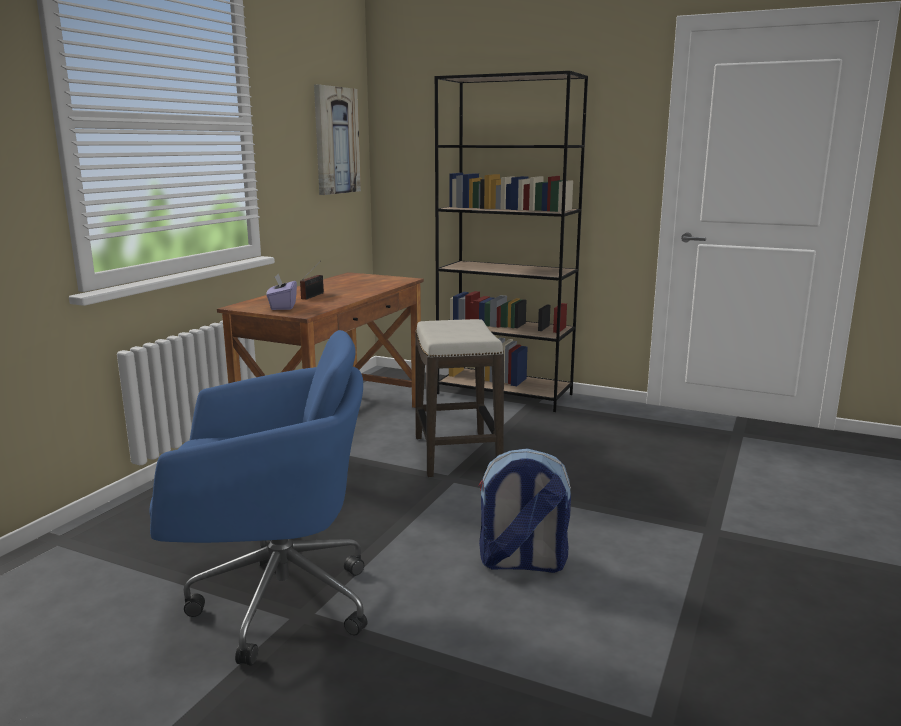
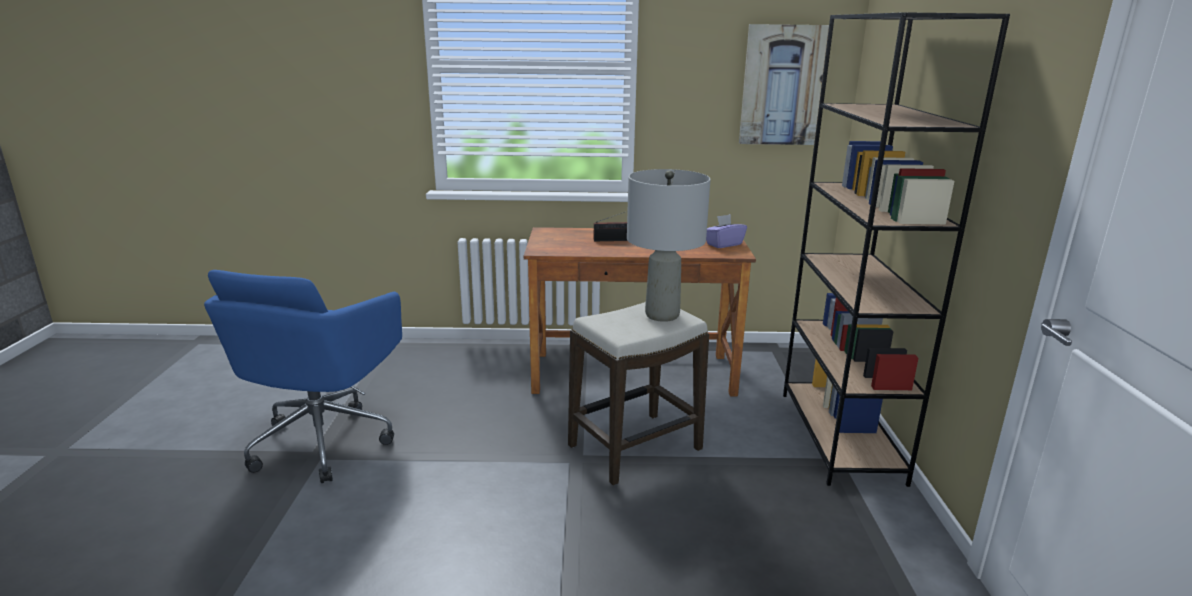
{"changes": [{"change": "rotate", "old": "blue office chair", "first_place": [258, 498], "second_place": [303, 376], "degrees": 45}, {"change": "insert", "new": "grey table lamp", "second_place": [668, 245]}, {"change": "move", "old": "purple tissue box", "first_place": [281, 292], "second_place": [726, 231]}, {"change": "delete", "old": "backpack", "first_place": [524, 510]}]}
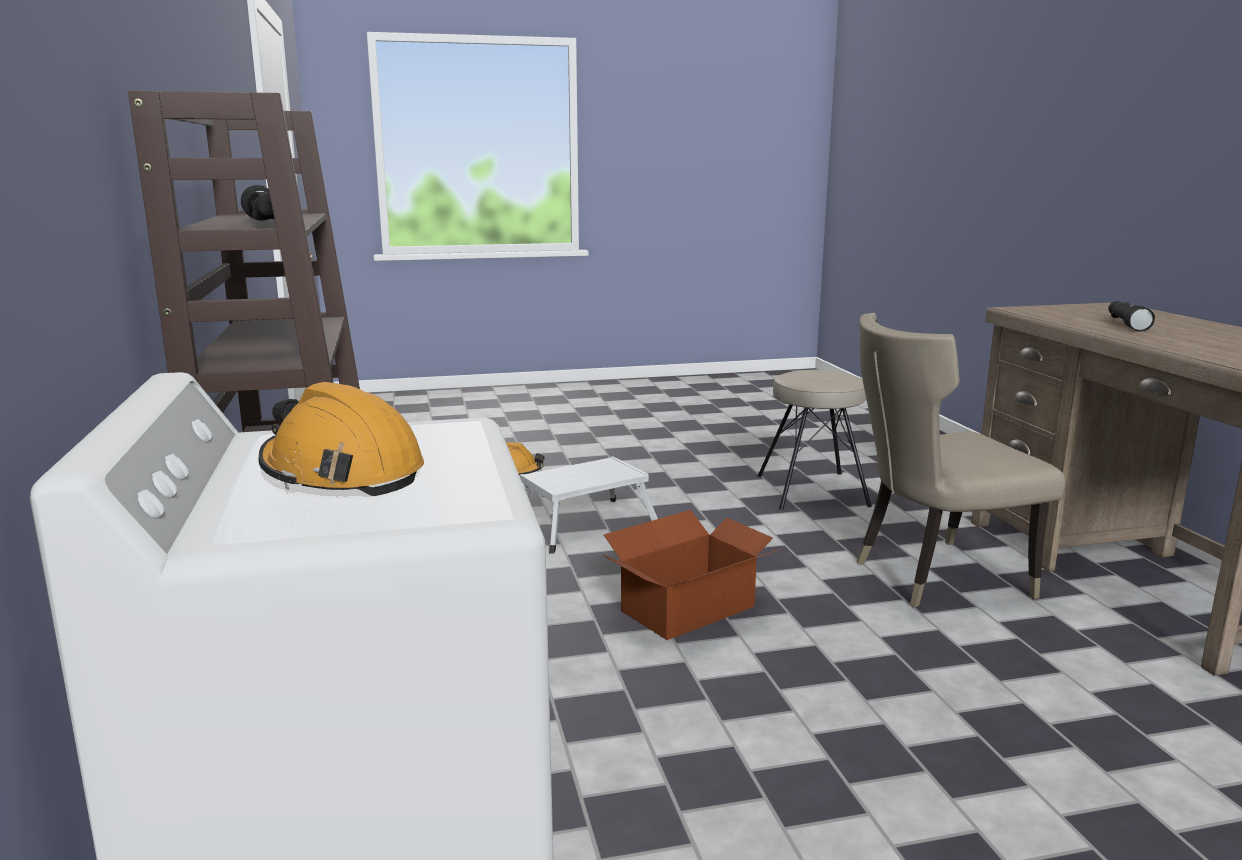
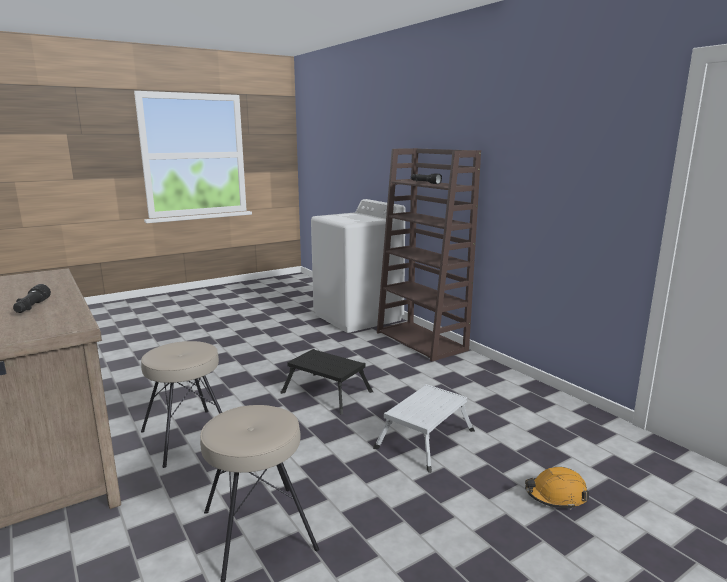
{"changes": [{"change": "replace", "old": "beige chair", "new": "beige stool", "first_place": [961, 460], "second_place": [181, 404]}, {"change": "replace", "old": "cardboard box", "new": "black step ladder", "first_place": [691, 575], "second_place": [326, 381]}, {"change": "delete", "old": "orange hard hat", "first_place": [341, 439]}]}
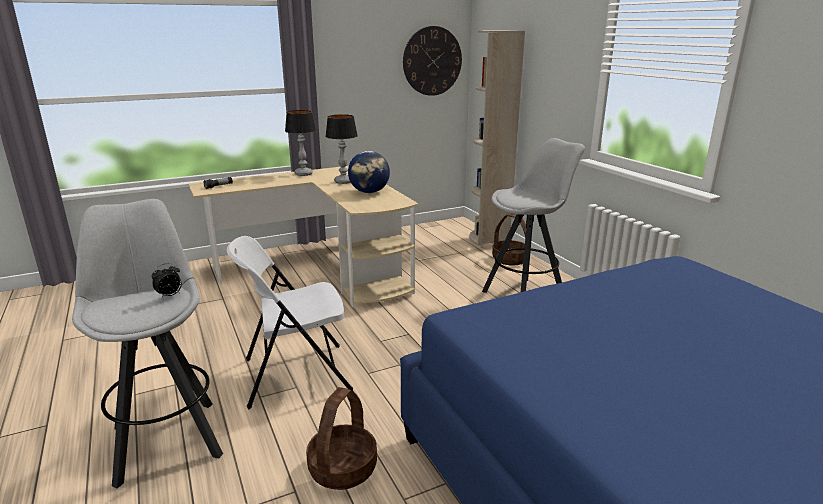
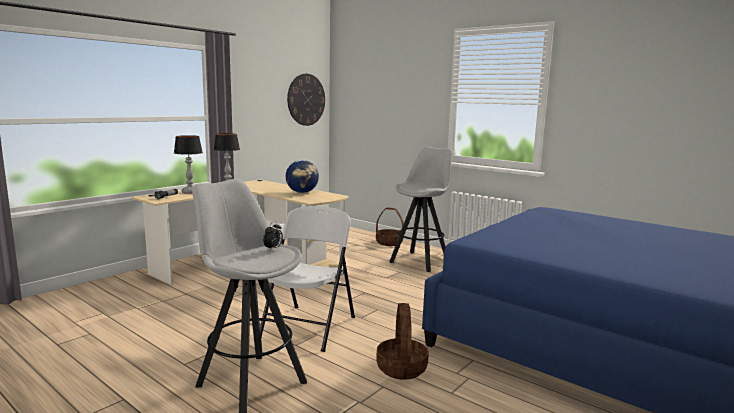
{"changes": [{"change": "move", "old": "table lamp", "first_place": [341, 149], "second_place": [188, 164]}, {"change": "rotate", "old": "white chair", "first_place": [289, 322], "second_place": [307, 279], "degrees": 150}, {"change": "delete", "old": "beige bookcase", "first_place": [497, 139]}]}
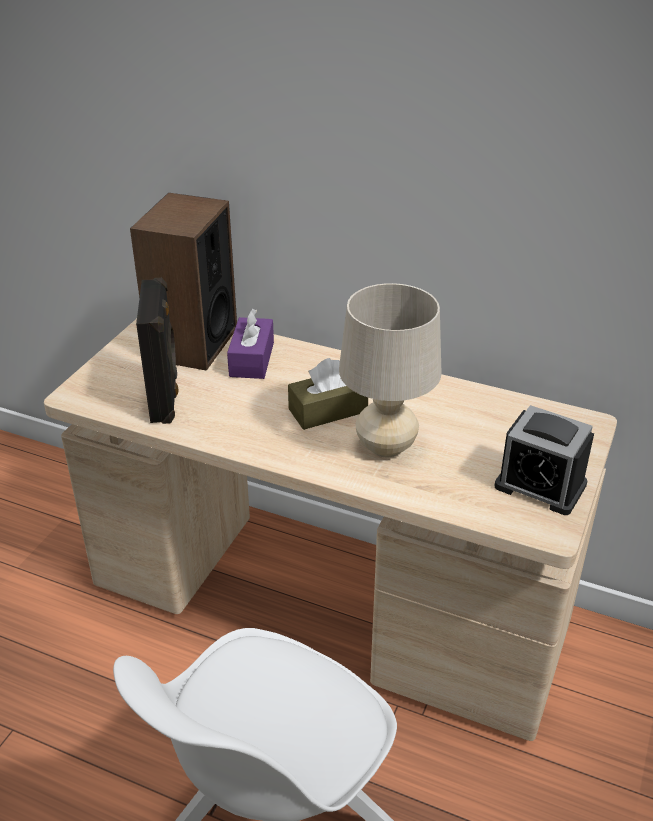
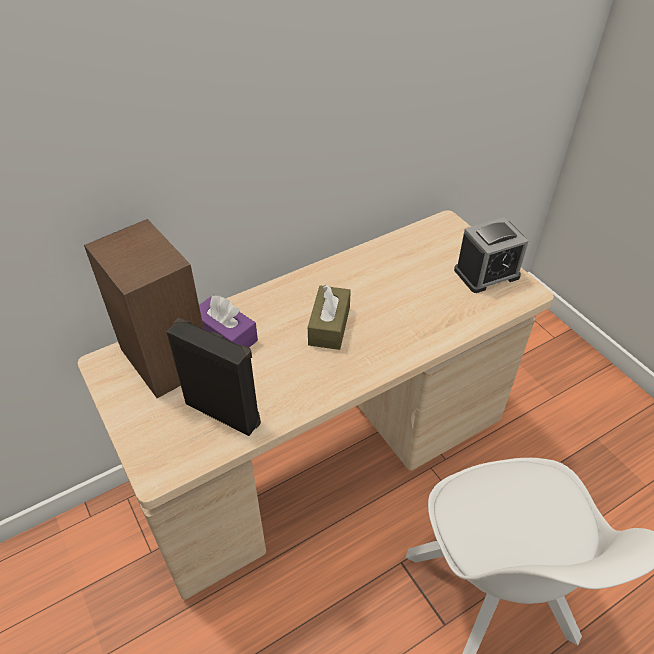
{"changes": [{"change": "delete", "old": "beige table lamp", "first_place": [390, 370]}]}
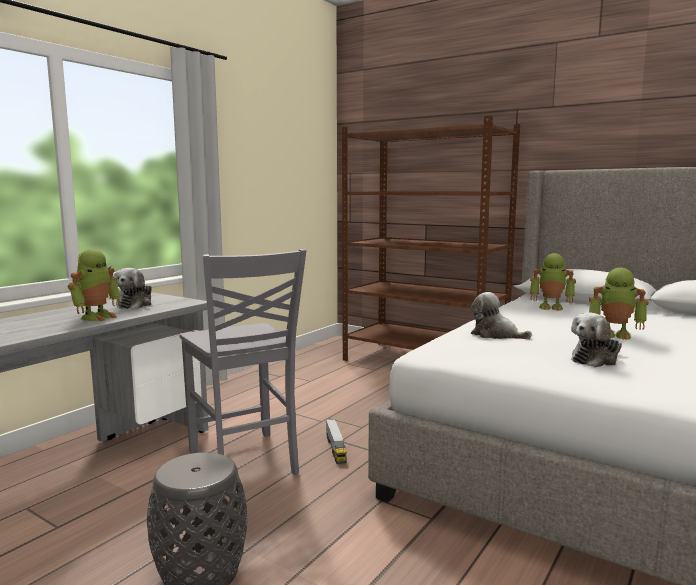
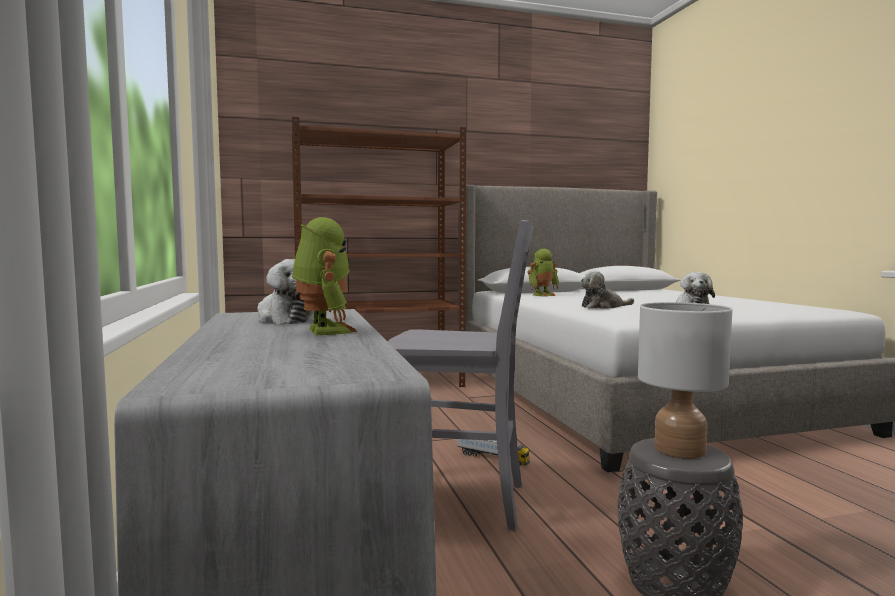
{"changes": [{"change": "insert", "new": "grey table lamp", "second_place": [685, 380]}, {"change": "delete", "old": "toy robot", "first_place": [618, 304]}]}
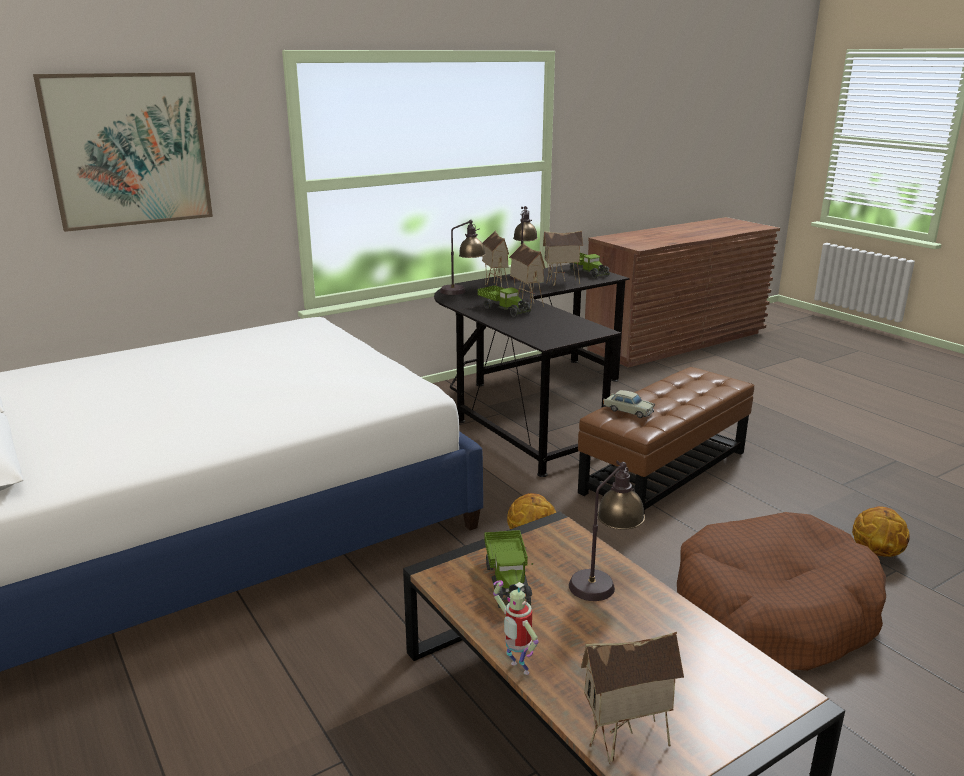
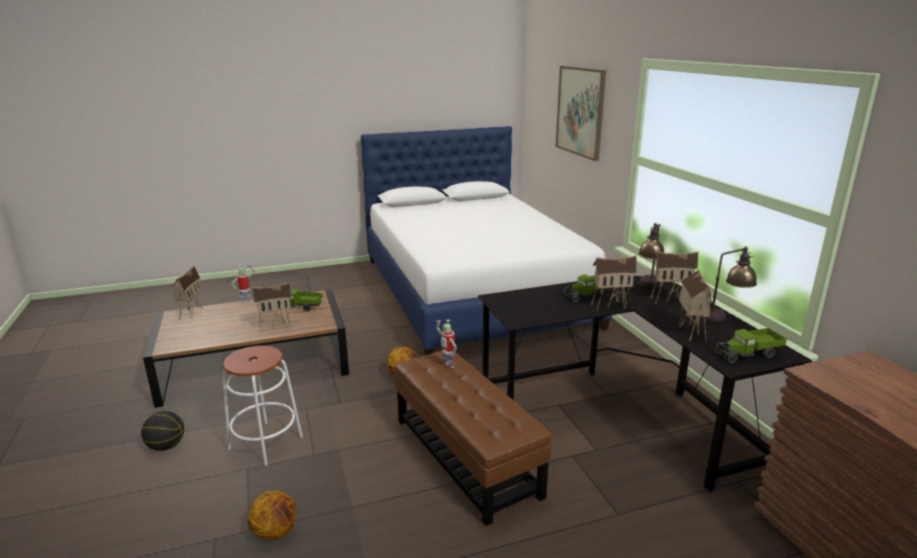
{"changes": [{"change": "insert", "new": "basketball", "second_place": [162, 431]}, {"change": "replace", "old": "brown dog bed", "new": "white stool", "first_place": [781, 591], "second_place": [262, 406]}, {"change": "replace", "old": "table lamp", "new": "toy house", "first_place": [607, 530], "second_place": [271, 307]}, {"change": "replace", "old": "beige toy car", "new": "toy robot", "first_place": [629, 404], "second_place": [446, 343]}]}
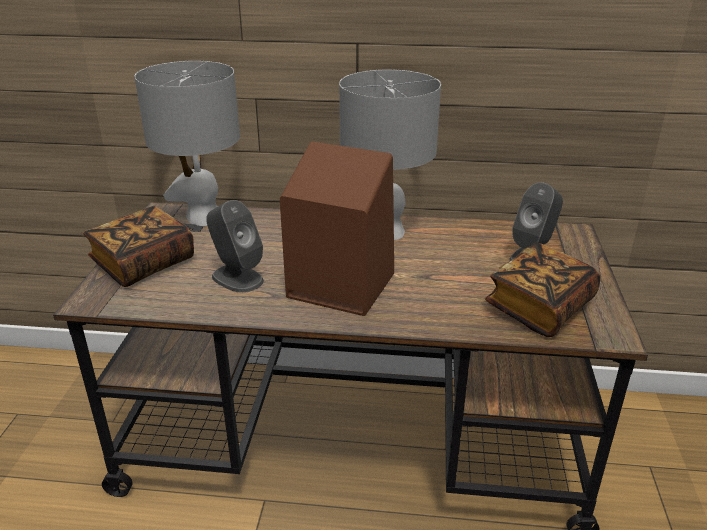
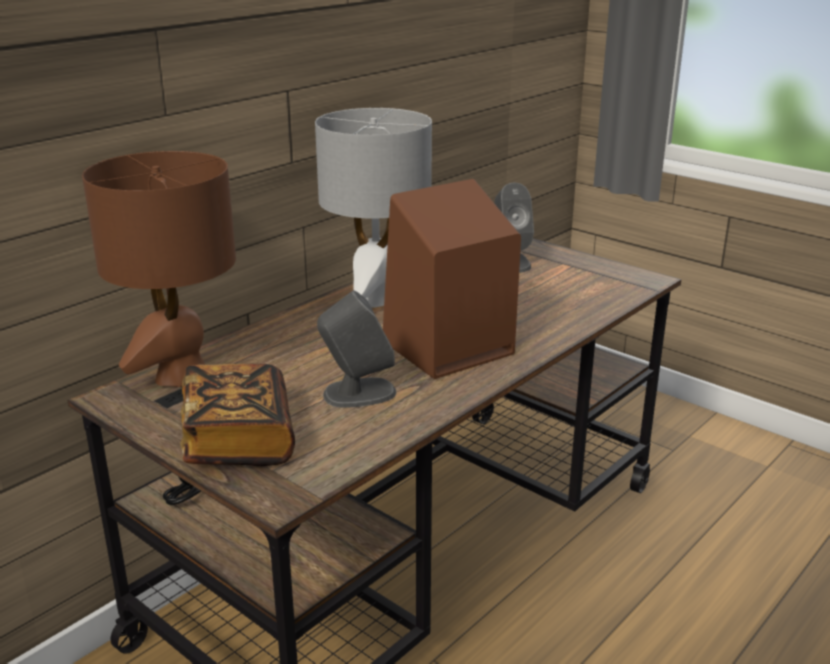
{"changes": [{"change": "recolor", "old": "grey table lamp", "new": "brown table lamp", "first_place": [187, 143], "second_place": [159, 269]}, {"change": "delete", "old": "book", "first_place": [542, 290]}]}
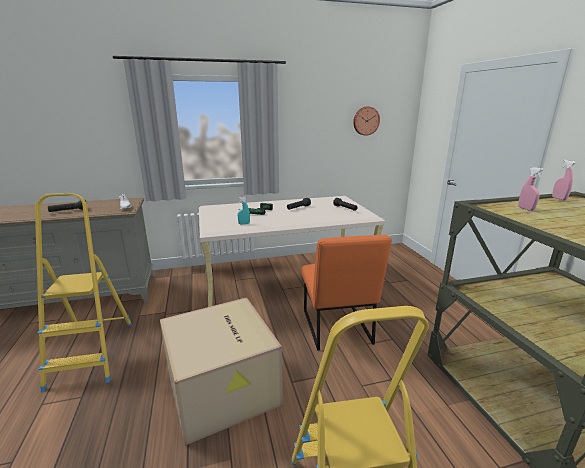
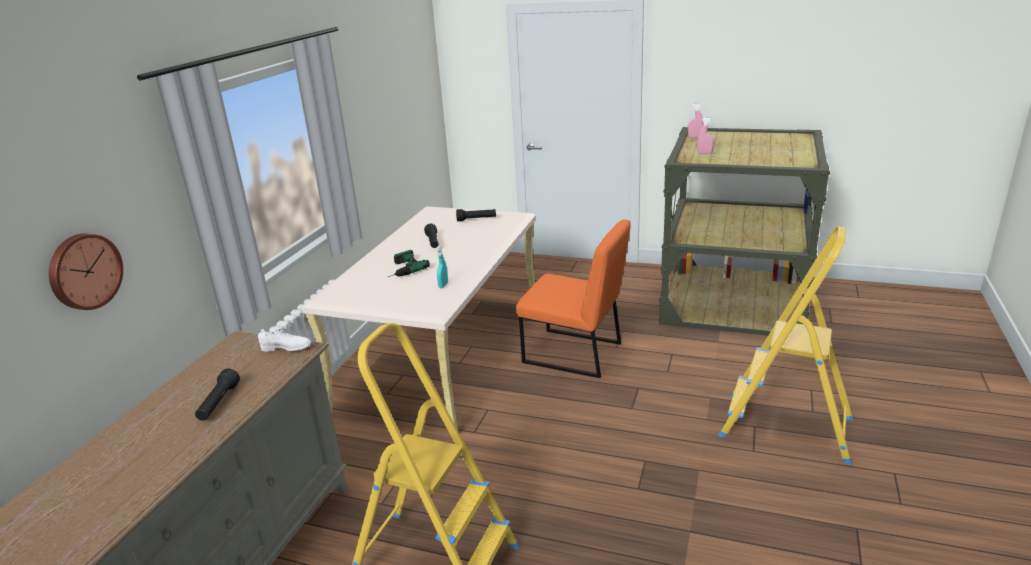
{"changes": [{"change": "move", "old": "wall clock", "first_place": [366, 121], "second_place": [86, 272]}, {"change": "delete", "old": "cardboard box", "first_place": [221, 371]}]}
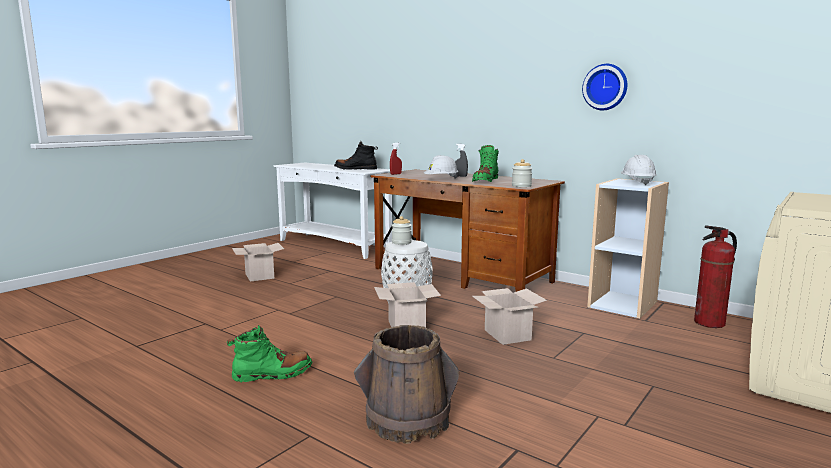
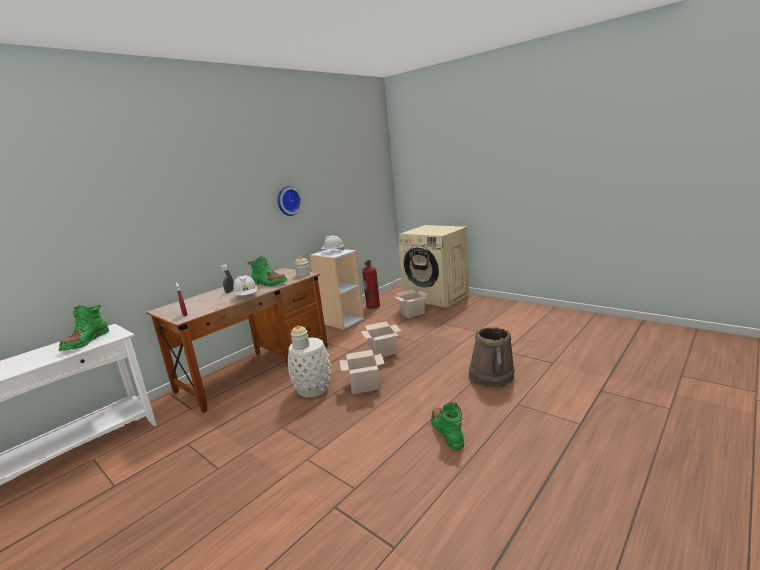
{"changes": [{"change": "recolor", "old": "black boot", "new": "green boot", "first_place": [356, 155], "second_place": [84, 328]}, {"change": "move", "old": "cardboard box", "first_place": [258, 262], "second_place": [411, 303]}]}
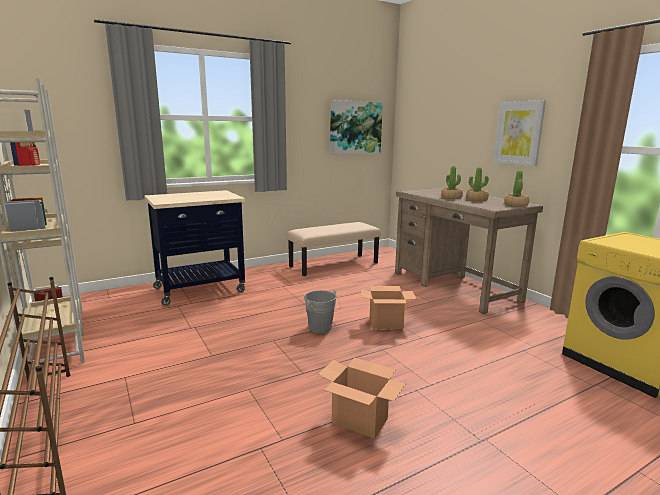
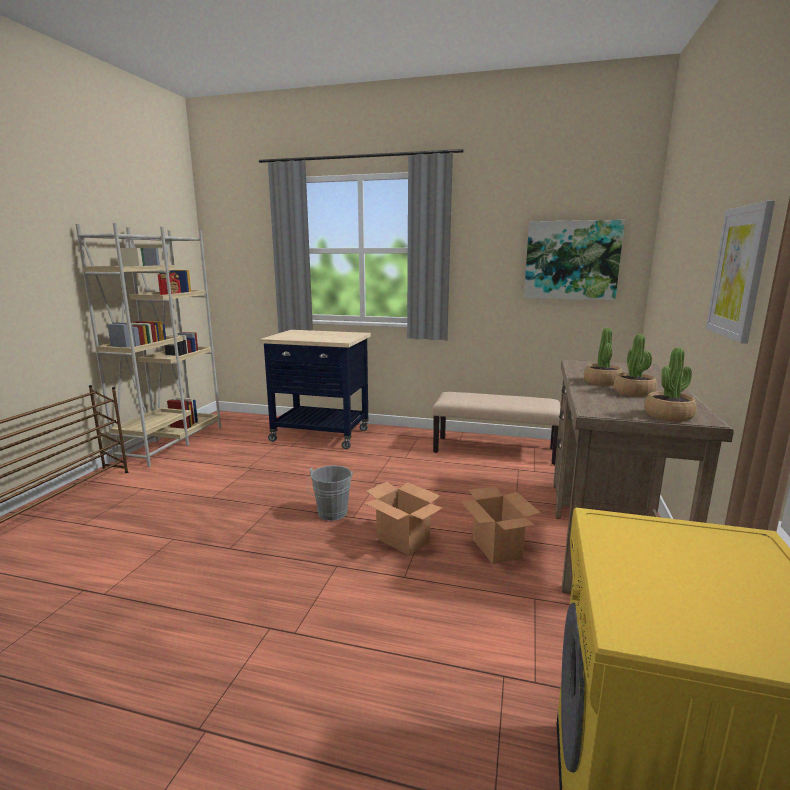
{"changes": [{"change": "move", "old": "cardboard box", "first_place": [362, 398], "second_place": [500, 525]}]}
